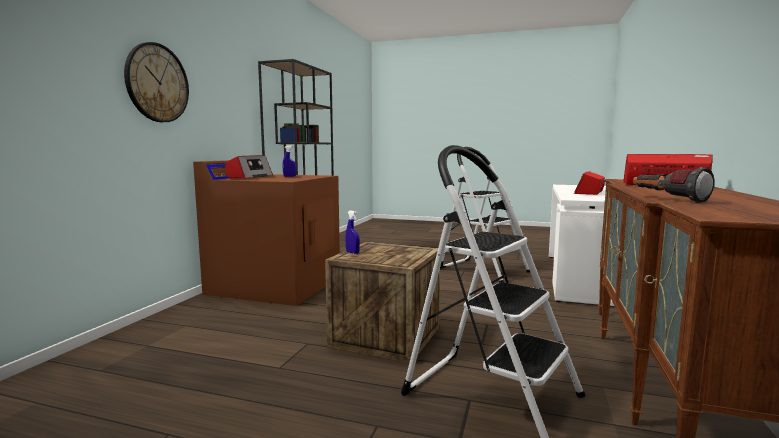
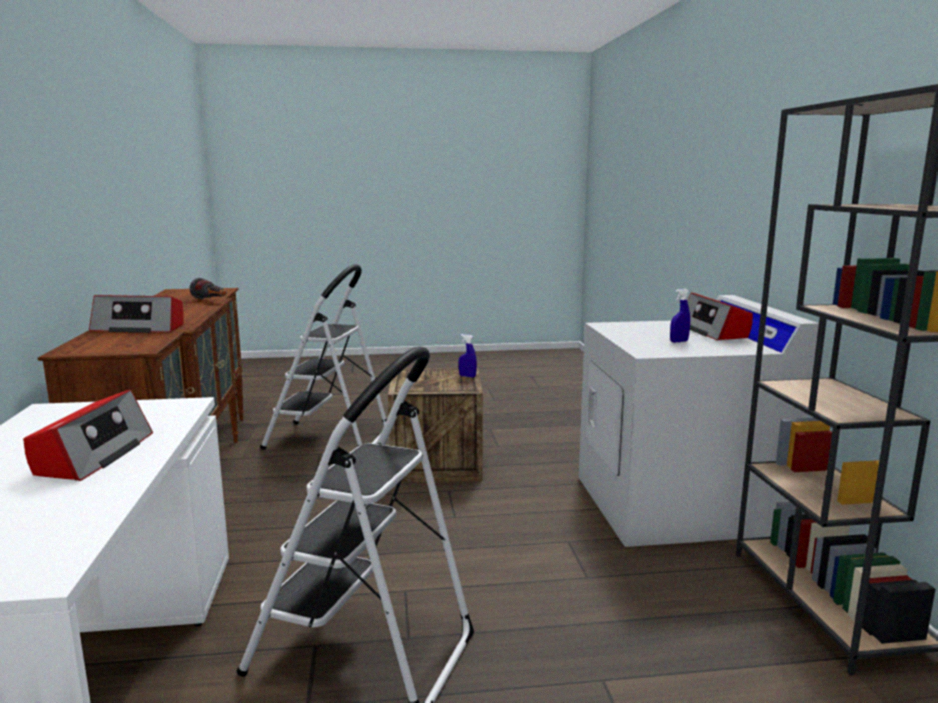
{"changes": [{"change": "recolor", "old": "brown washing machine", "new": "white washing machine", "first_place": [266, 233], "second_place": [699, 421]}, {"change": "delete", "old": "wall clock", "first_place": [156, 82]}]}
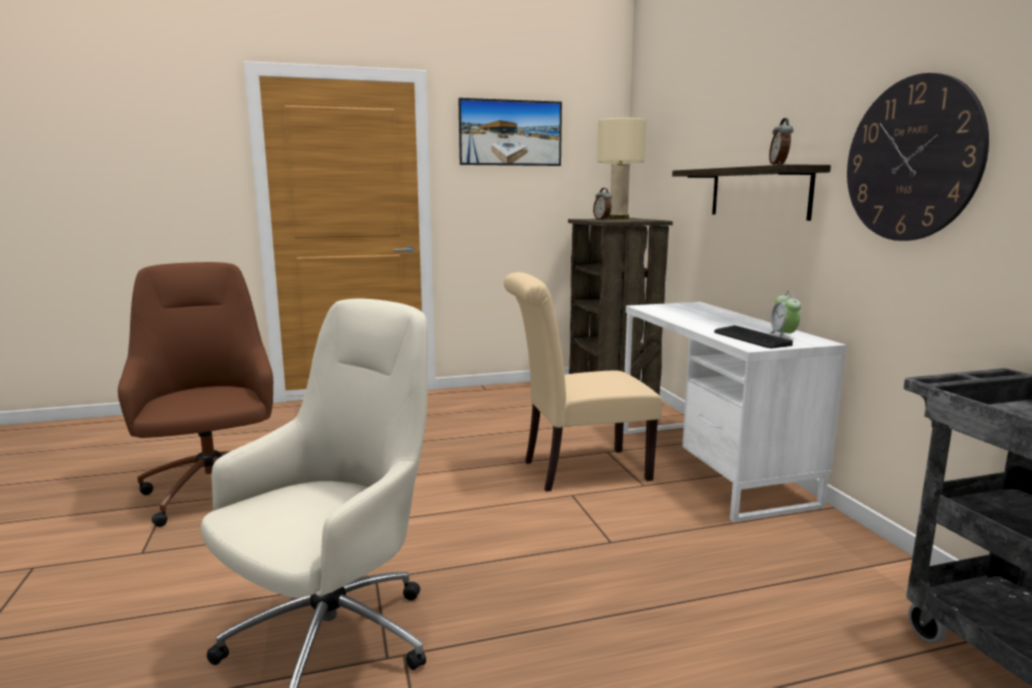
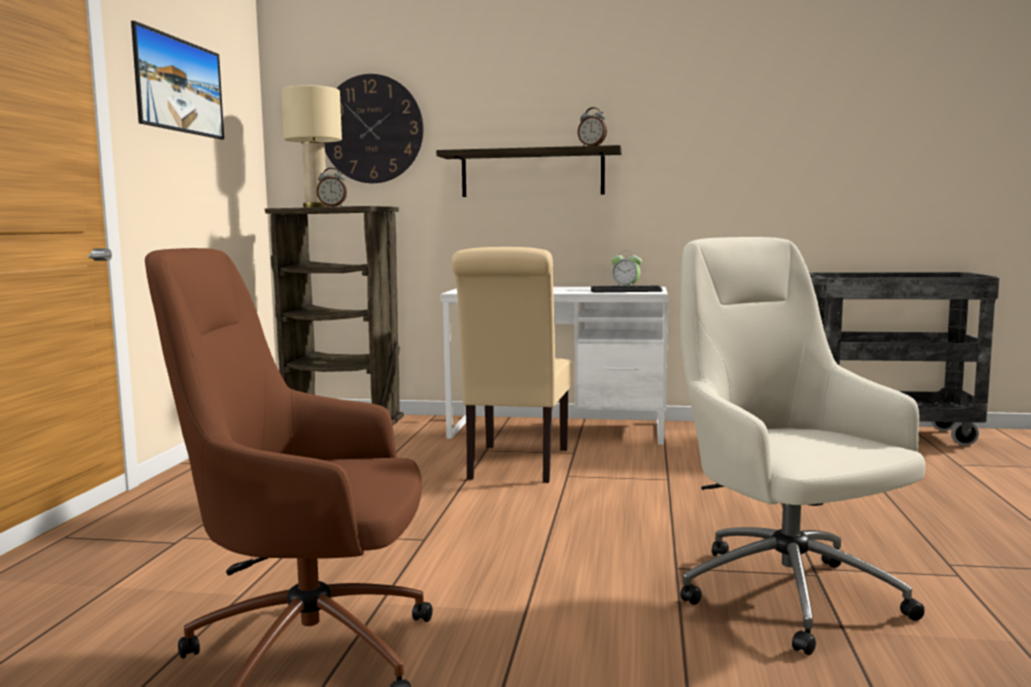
{"changes": [{"change": "move", "old": "wall clock", "first_place": [918, 157], "second_place": [374, 128]}]}
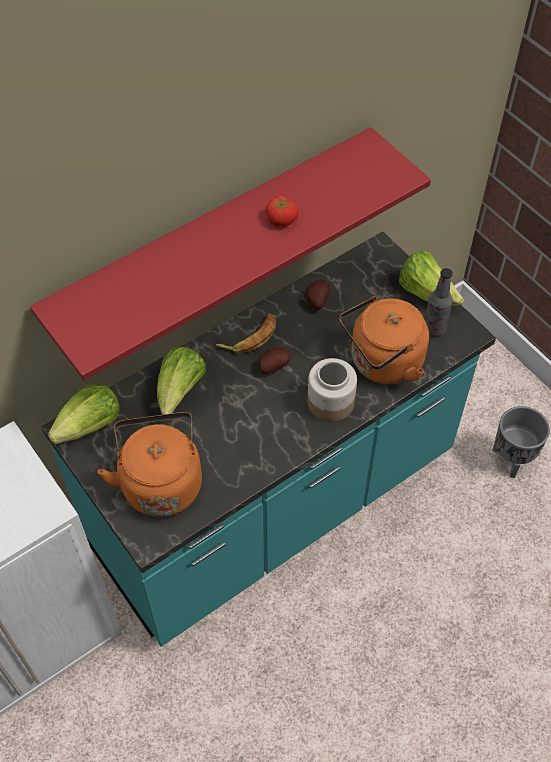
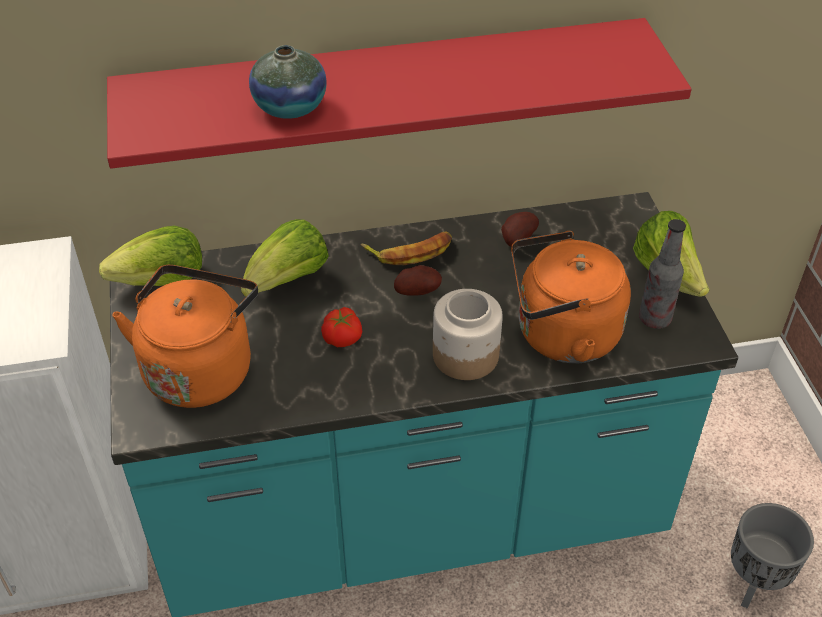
{"changes": [{"change": "insert", "new": "vase", "second_place": [288, 82]}, {"change": "move", "old": "tomato", "first_place": [282, 210], "second_place": [341, 327]}]}
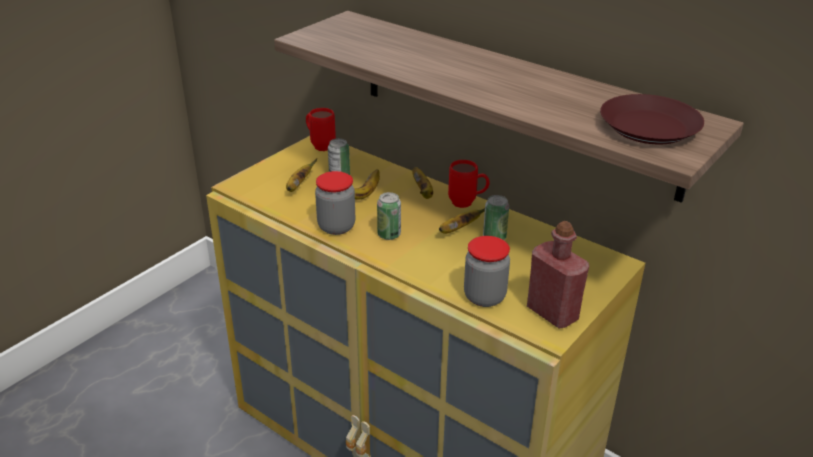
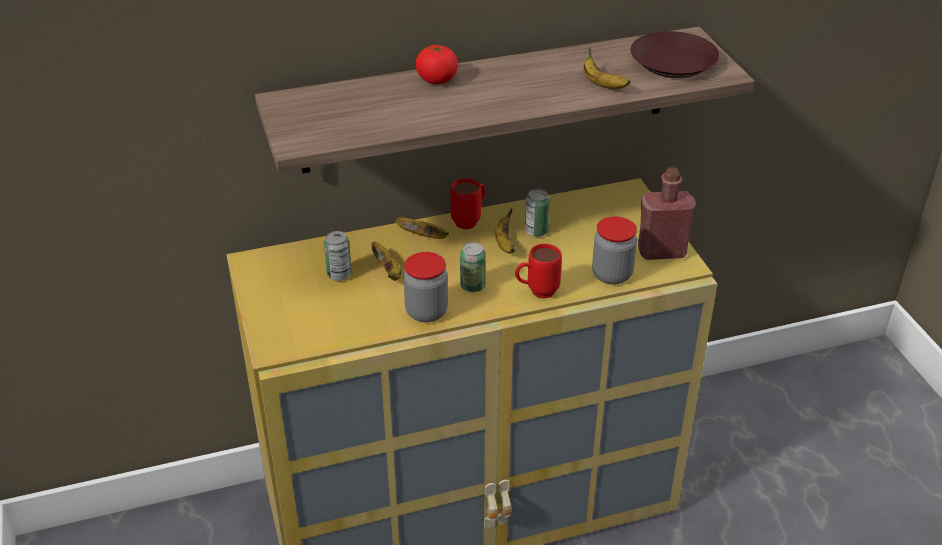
{"changes": [{"change": "insert", "new": "tomato", "second_place": [436, 64]}, {"change": "move", "old": "red mug", "first_place": [321, 129], "second_place": [538, 271]}, {"change": "move", "old": "banana", "first_place": [301, 175], "second_place": [607, 68]}]}
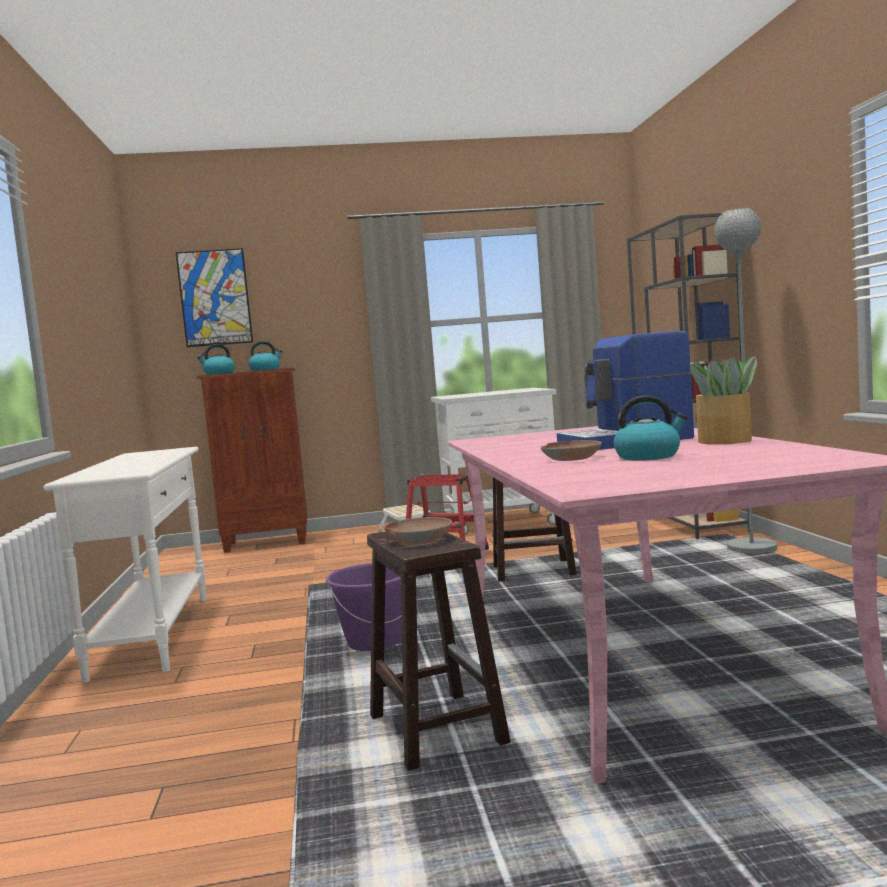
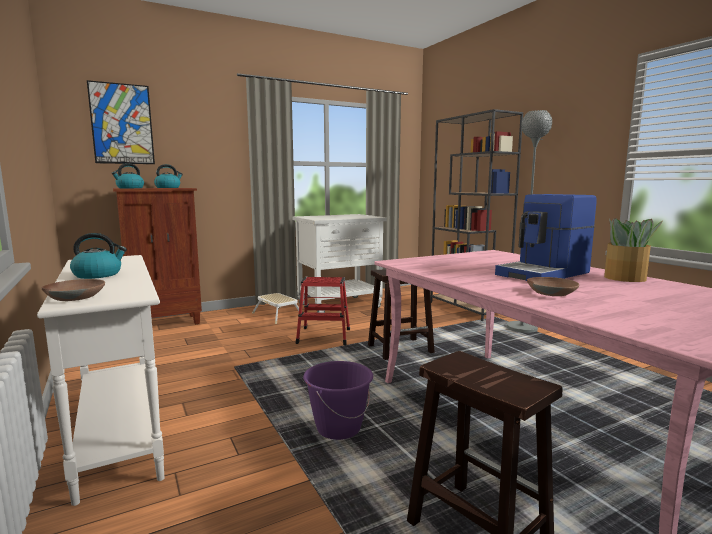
{"changes": [{"change": "move", "old": "brown bowl", "first_place": [418, 530], "second_place": [73, 290]}, {"change": "move", "old": "kettle", "first_place": [650, 428], "second_place": [98, 256]}]}
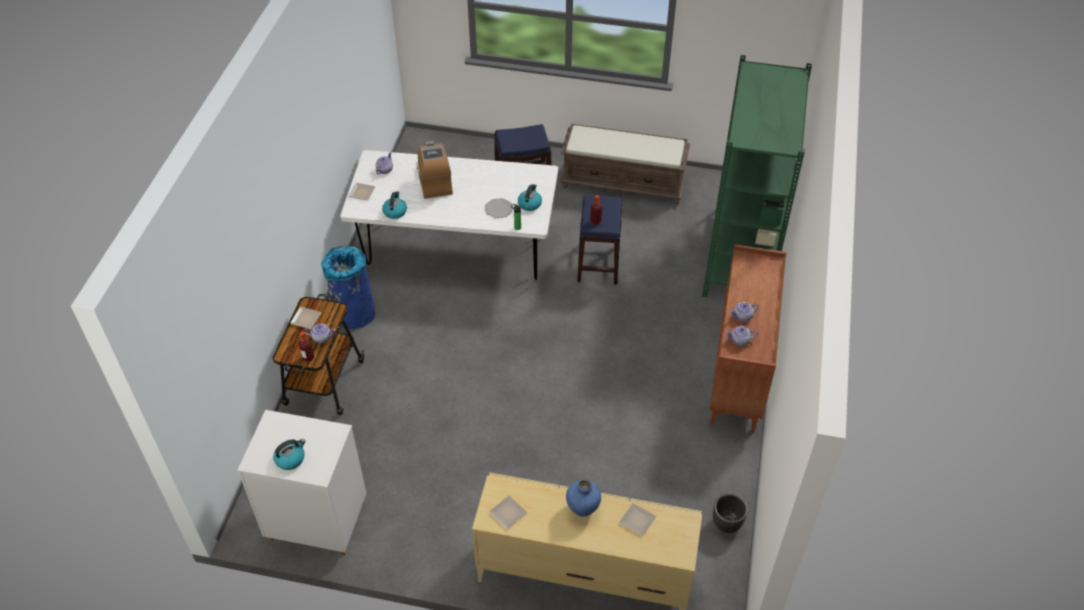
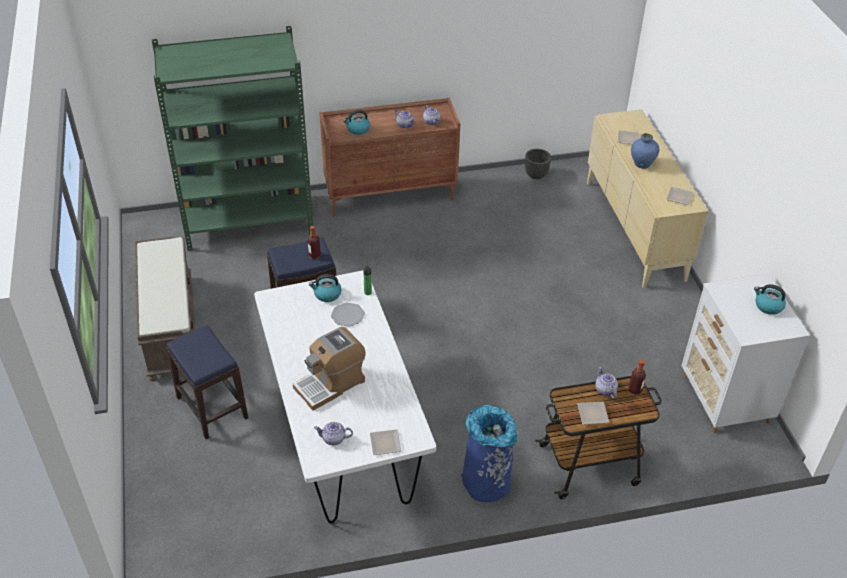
{"changes": [{"change": "move", "old": "kettle", "first_place": [394, 205], "second_place": [356, 122]}]}
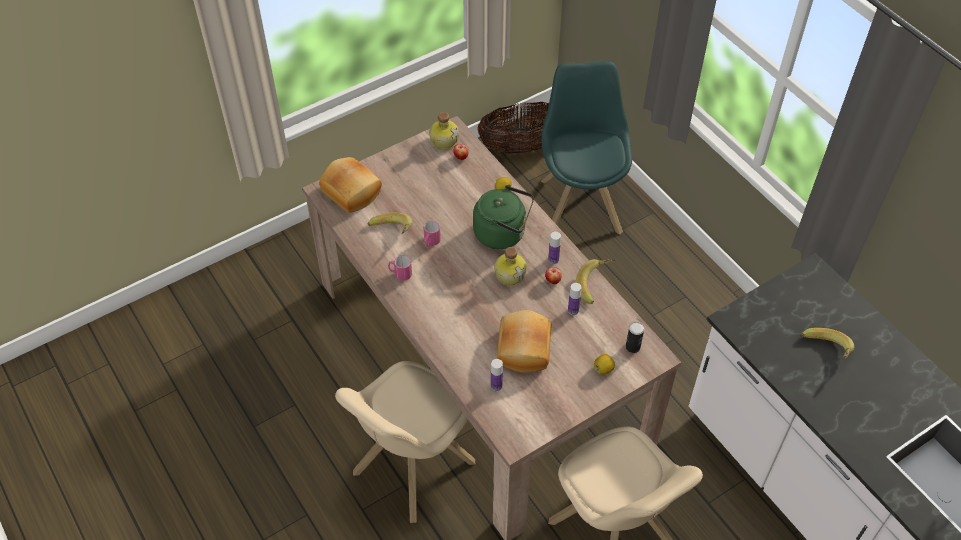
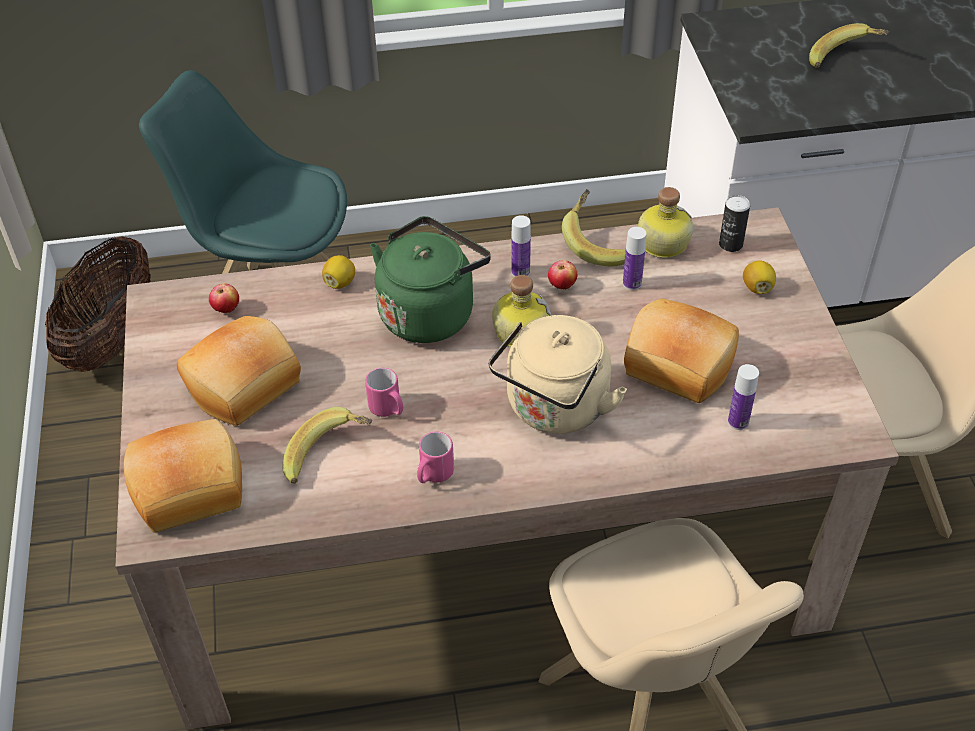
{"changes": [{"change": "insert", "new": "bread", "second_place": [239, 371]}, {"change": "insert", "new": "beige kettle", "second_place": [558, 374]}, {"change": "move", "old": "bottle", "first_place": [444, 130], "second_place": [665, 222]}]}
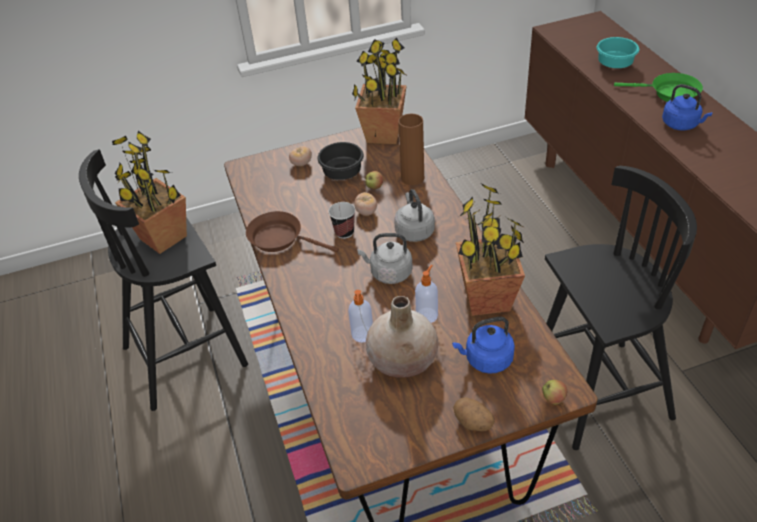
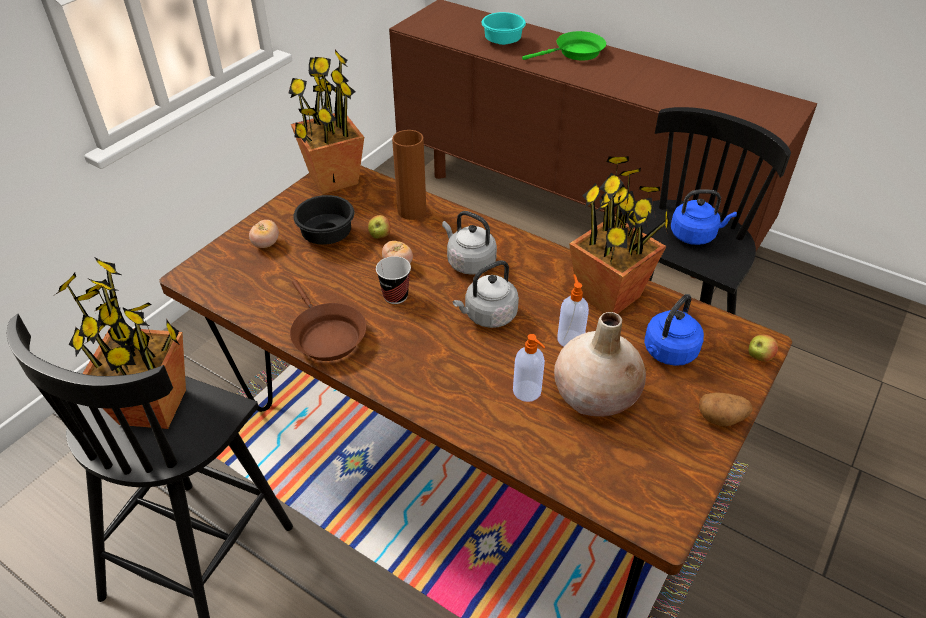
{"changes": [{"change": "rotate", "old": "brown frying pan", "first_place": [292, 231], "second_place": [328, 320], "degrees": -105}, {"change": "move", "old": "blue kettle", "first_place": [687, 107], "second_place": [704, 217]}]}
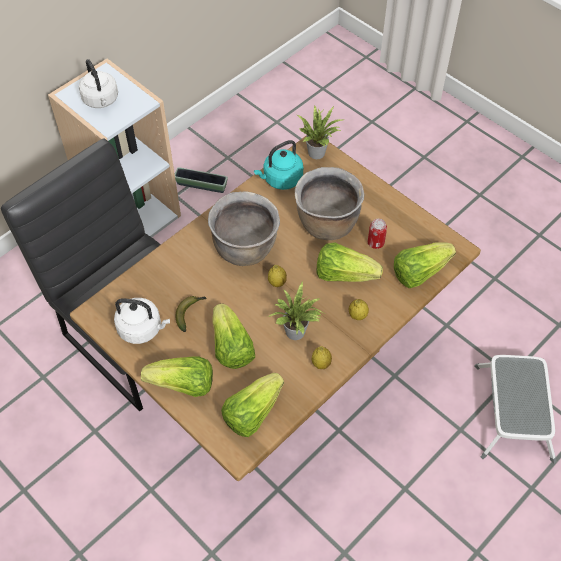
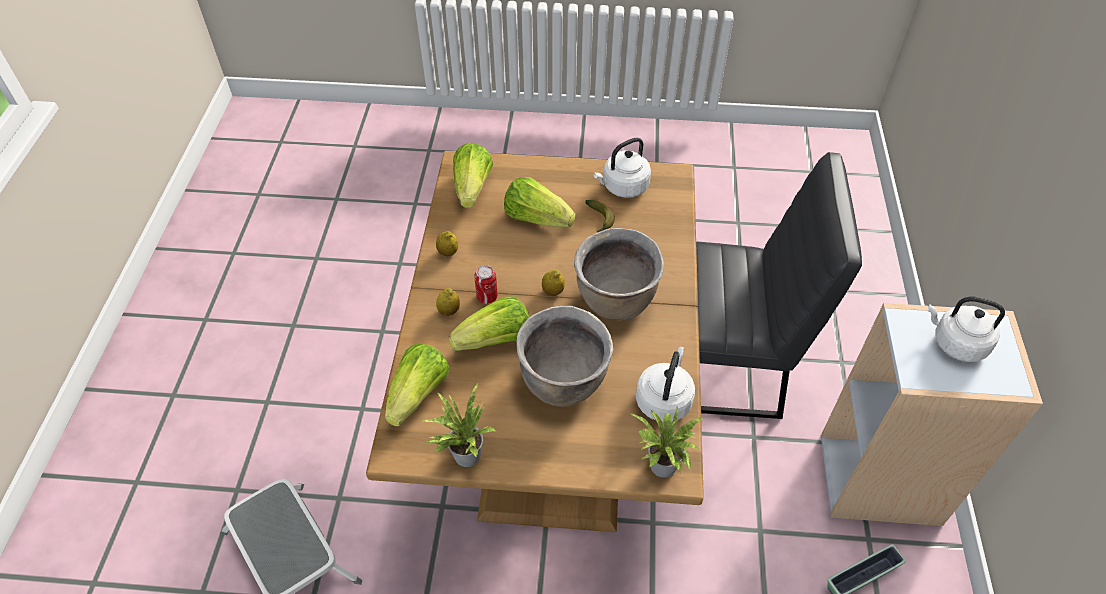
{"changes": [{"change": "move", "old": "potted plant", "first_place": [296, 311], "second_place": [458, 425]}, {"change": "move", "old": "can", "first_place": [377, 234], "second_place": [486, 284]}, {"change": "recolor", "old": "turquoise kettle", "new": "white kettle", "first_place": [278, 165], "second_place": [665, 384]}, {"change": "delete", "old": "lettuce", "first_place": [177, 376]}]}
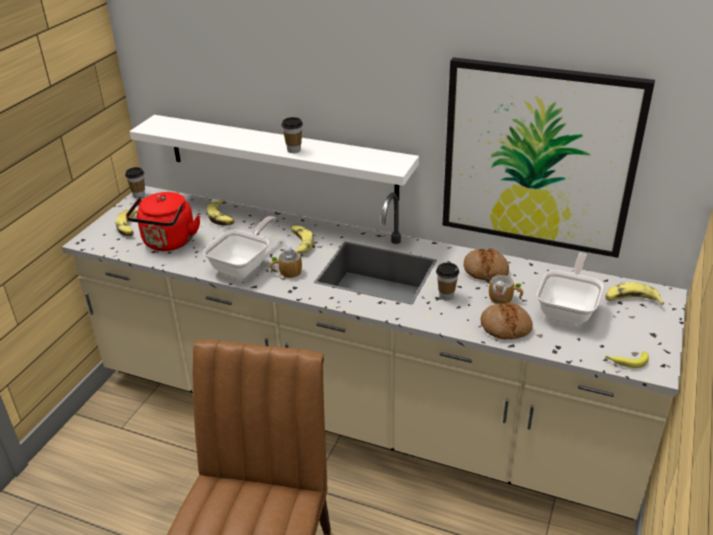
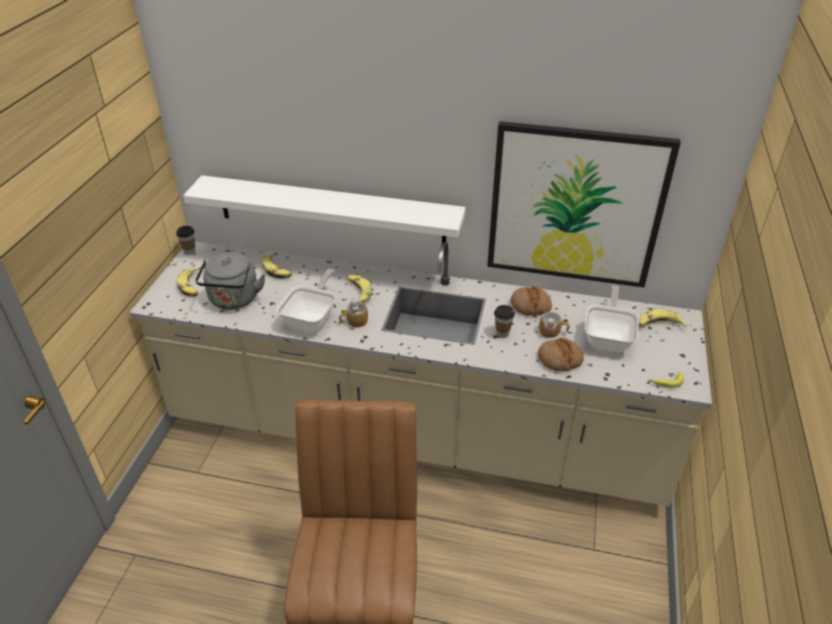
{"changes": [{"change": "recolor", "old": "red kettle", "new": "grey kettle", "first_place": [163, 221], "second_place": [230, 281]}, {"change": "delete", "old": "cup", "first_place": [292, 135]}]}
